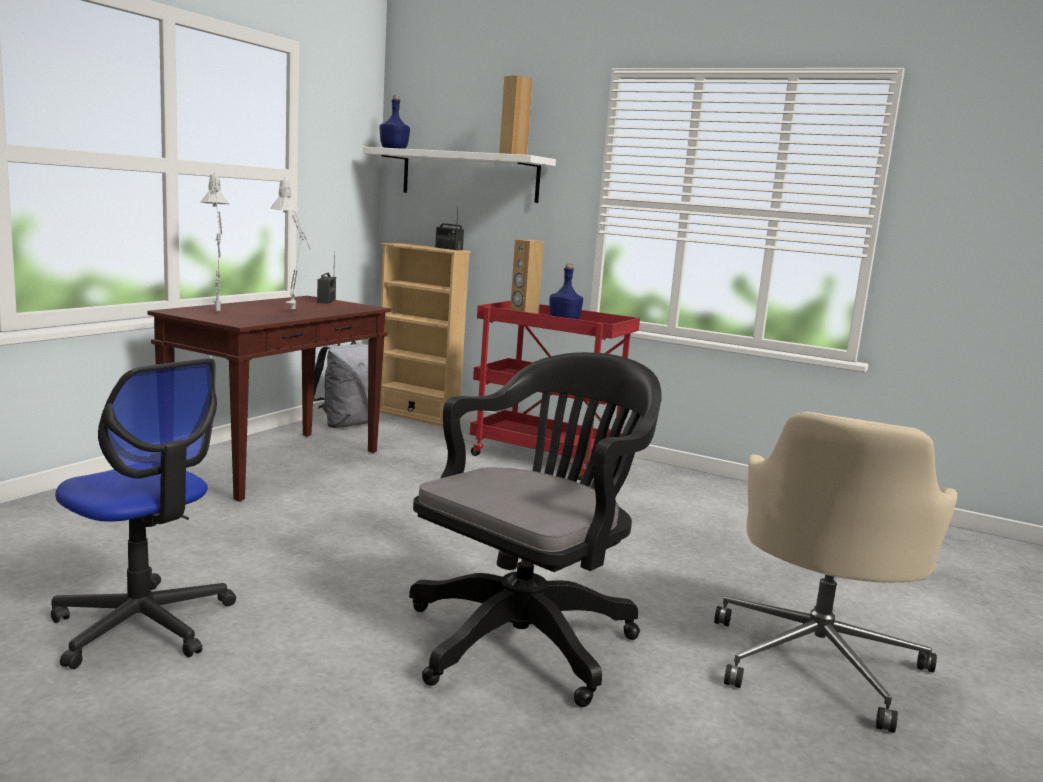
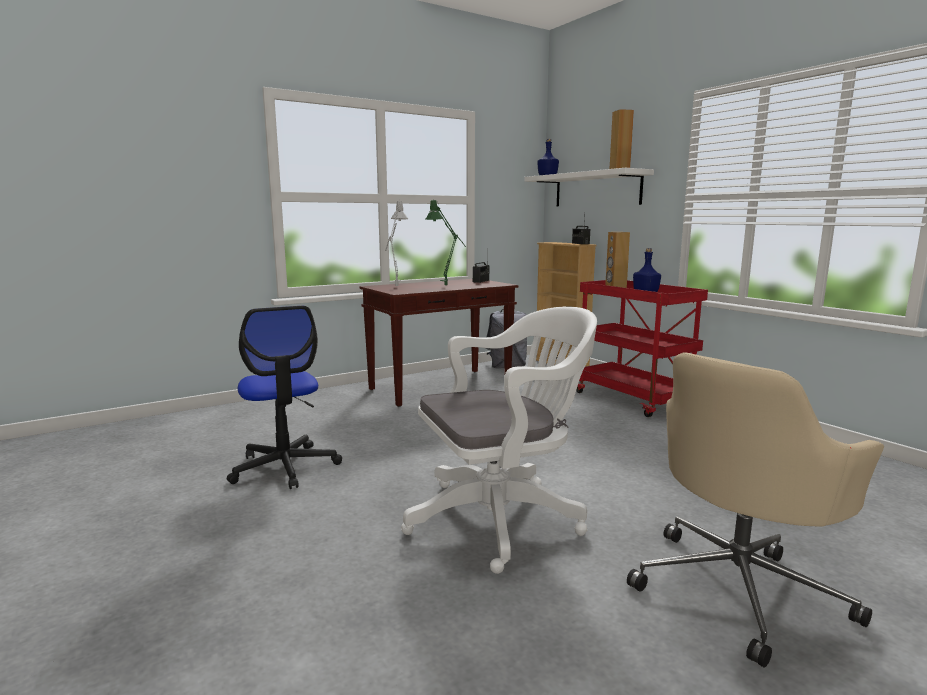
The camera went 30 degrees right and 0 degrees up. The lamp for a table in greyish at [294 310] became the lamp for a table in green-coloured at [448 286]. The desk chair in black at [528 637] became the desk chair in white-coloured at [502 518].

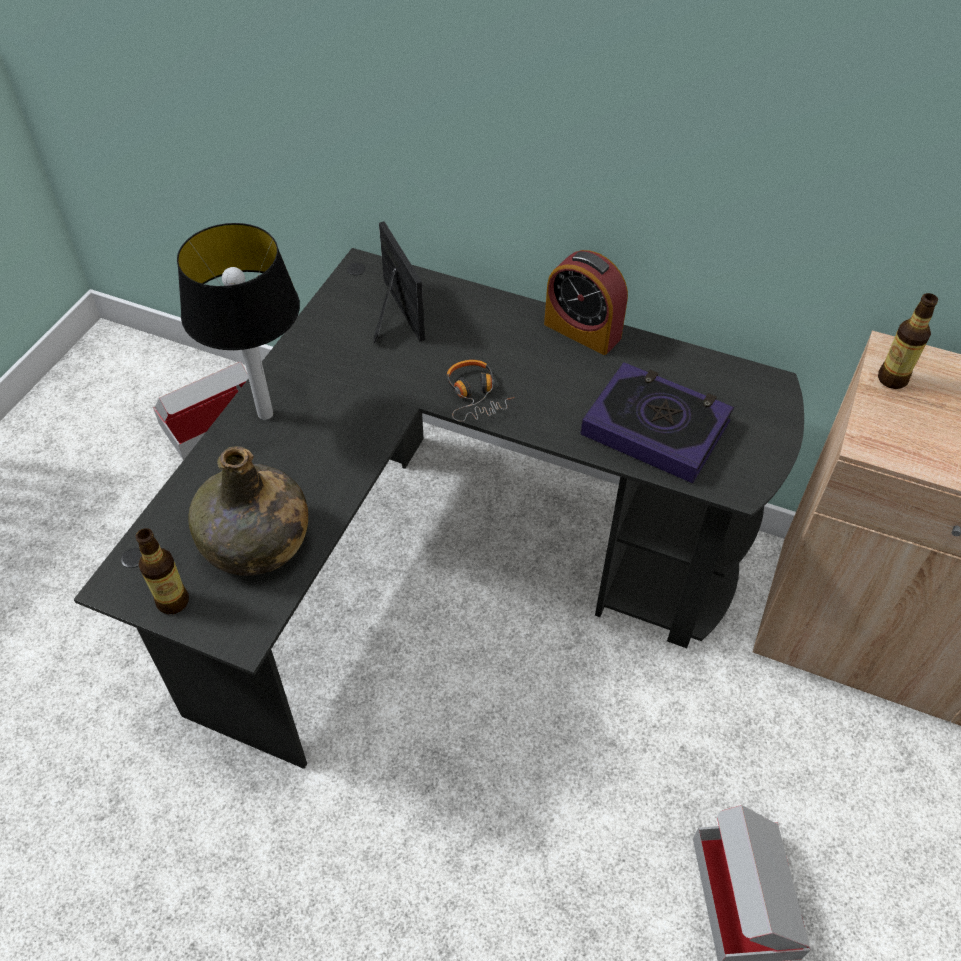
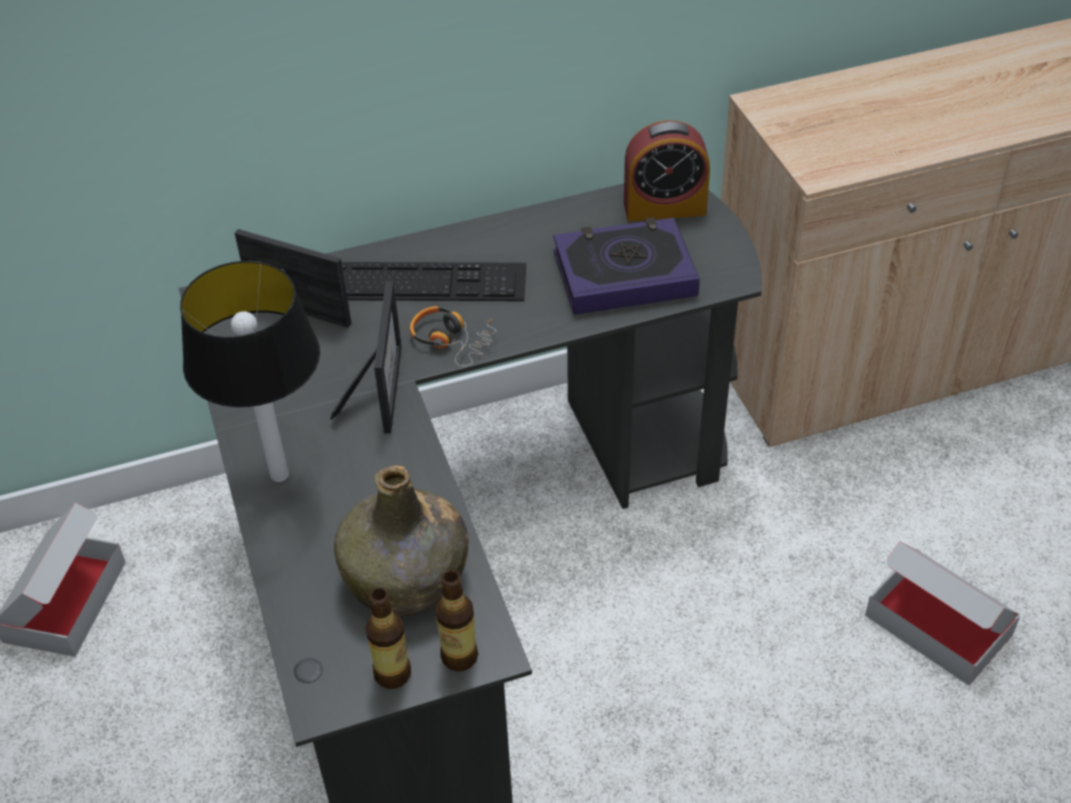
The camera went 40 degrees left and 5 degrees down. The table clock moved from [582 331] to [664 207]. The bottle moved from [892 379] to [459 656]. The standing frame at [380 387] appeared. The PC keyboard at [427 283] appeared.

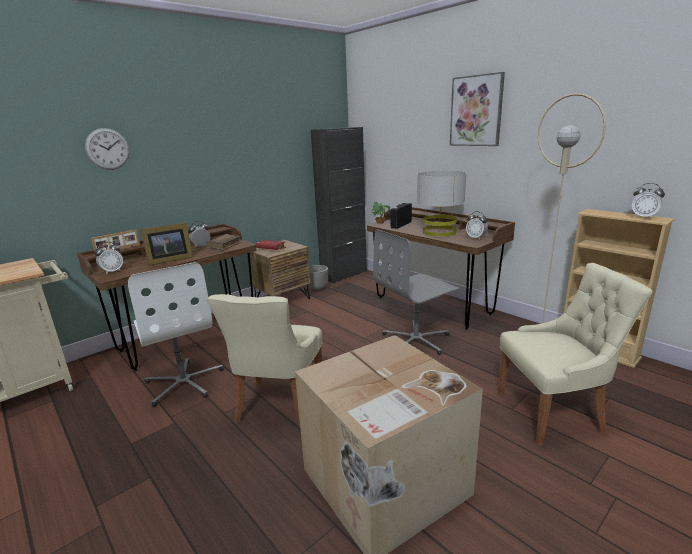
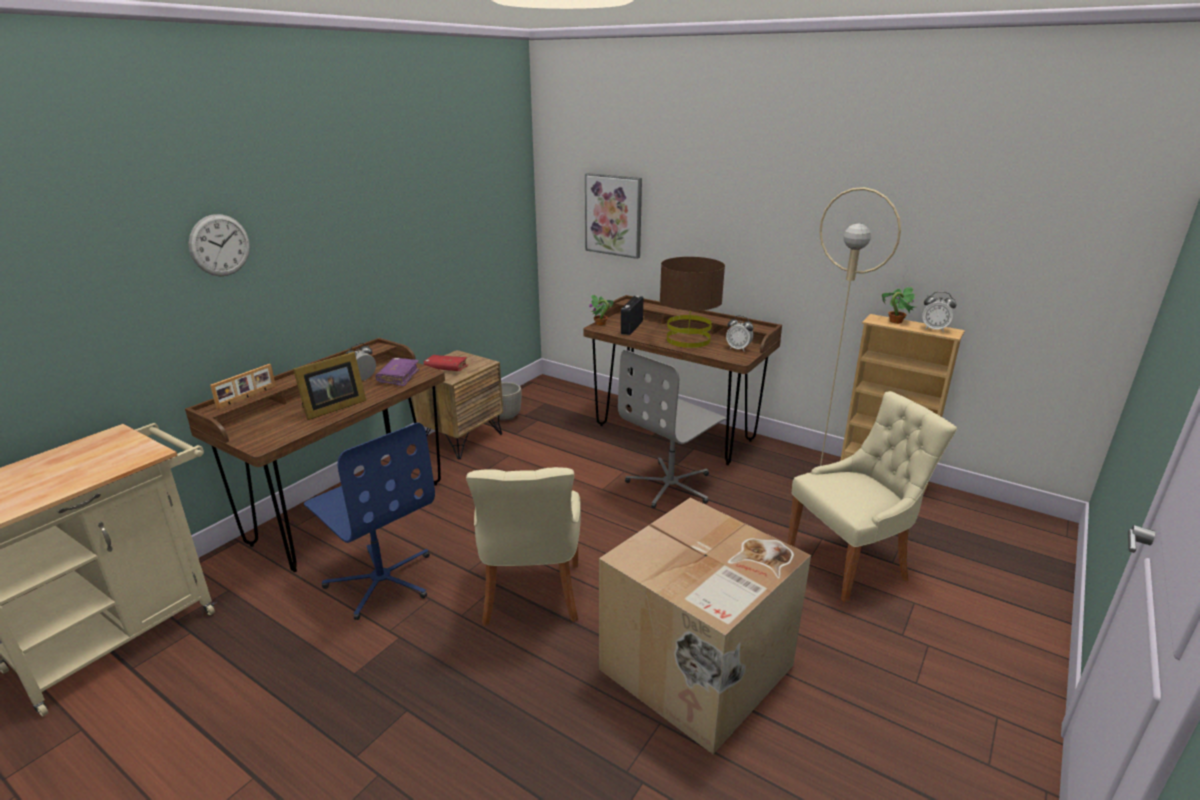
The camera went 15 degrees left and 5 degrees up. The table clock at [112 271] disappeared. The desk chair in white-coloured at [184 382] became the desk chair in bluish at [382 580]. The bound book in brownish at [224 246] became the bound book in purple-coloured at [399 377]. The cabinet in black at [344 275] disappeared. The lamp for a table in greyish at [439 232] became the lamp for a table in brownish at [688 339]. The picture moved from [476 111] to [613 215]. The houseplant at [895 321] appeared.

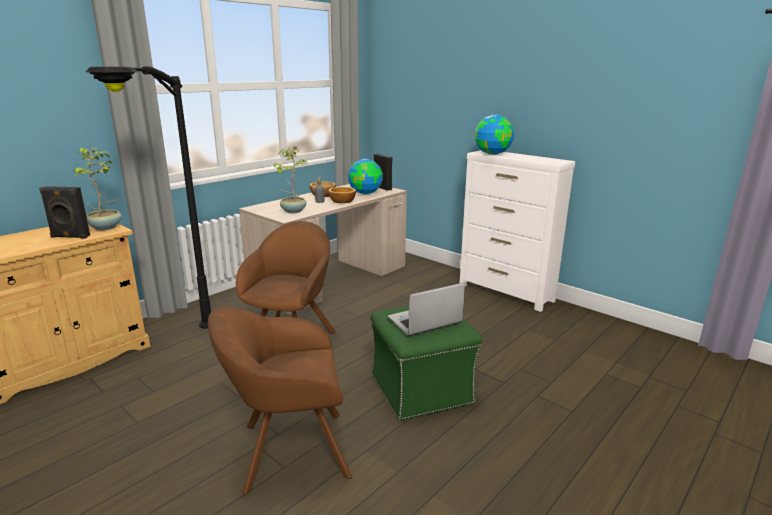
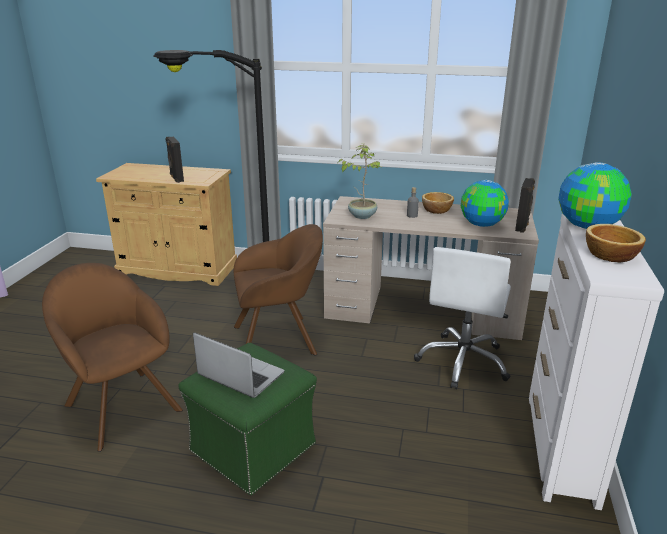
The camera went 60 degrees right and 5 degrees up. The houseplant at [106 227] disappeared. The serving bowl moved from [342 201] to [609 255]. The desk chair in white-coloured at [463 362] appeared.

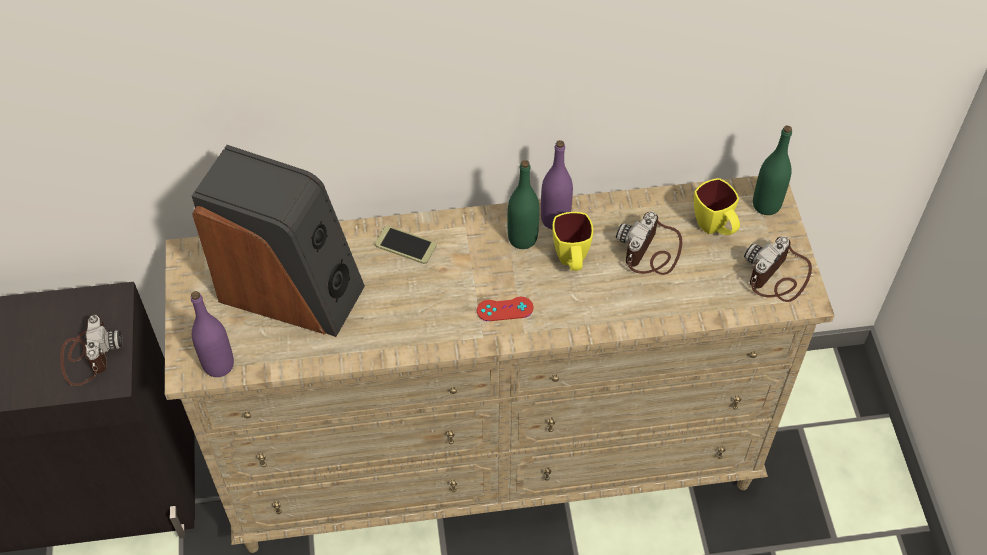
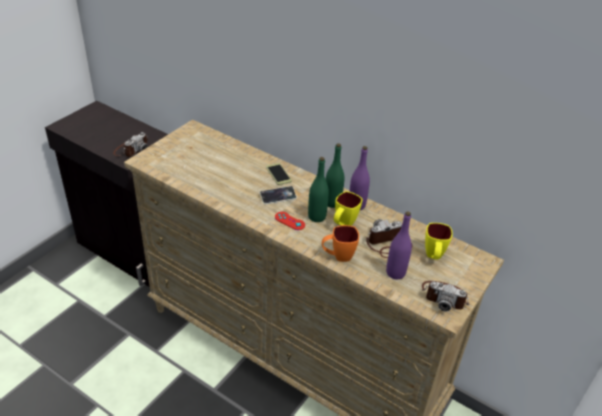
The camera went 40 degrees right and 15 degrees down. The bottle in purple-coloured moved from [218 365] to [395 273]. The audio speaker at [292 290] disappeared. The photo camera at [778 276] turned 150 degrees counterclockwise. The bottle in green-coloured moved from [766 205] to [317 217]. The phone at [278 197] appeared. The tea mug in orangey at [338 256] appeared.

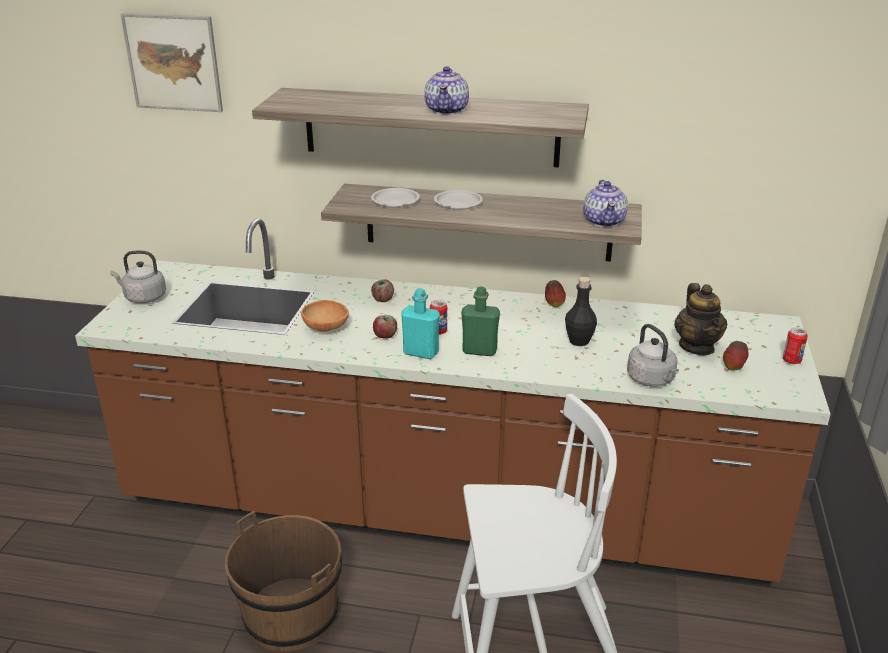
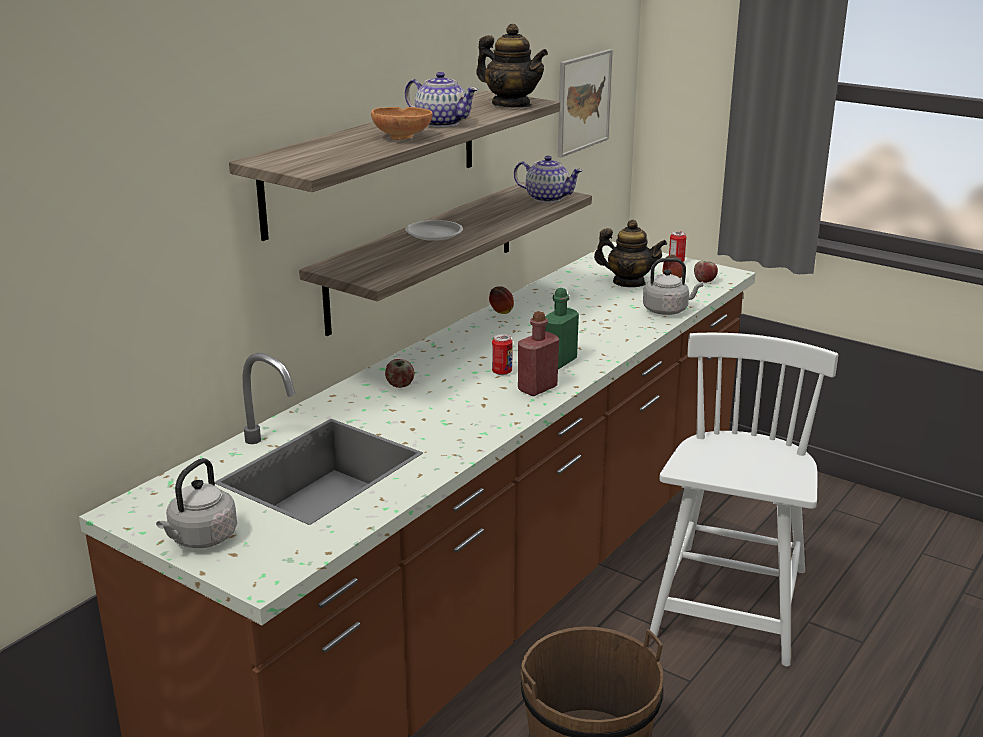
The camera went 65 degrees left and 5 degrees down. The picture moved from [173 62] to [583 102]. The serving bowl in brownish moved from [327 329] to [403 137]. The flat dish in white-coloured at [395 201] disappeared. The whole apple moved from [385 336] to [704 281]. The bottle in blue-green at [421 352] became the bottle in reddish at [537 388]. The bottle in black at [579 341] disappeared. The teapot at [511 105] appeared.

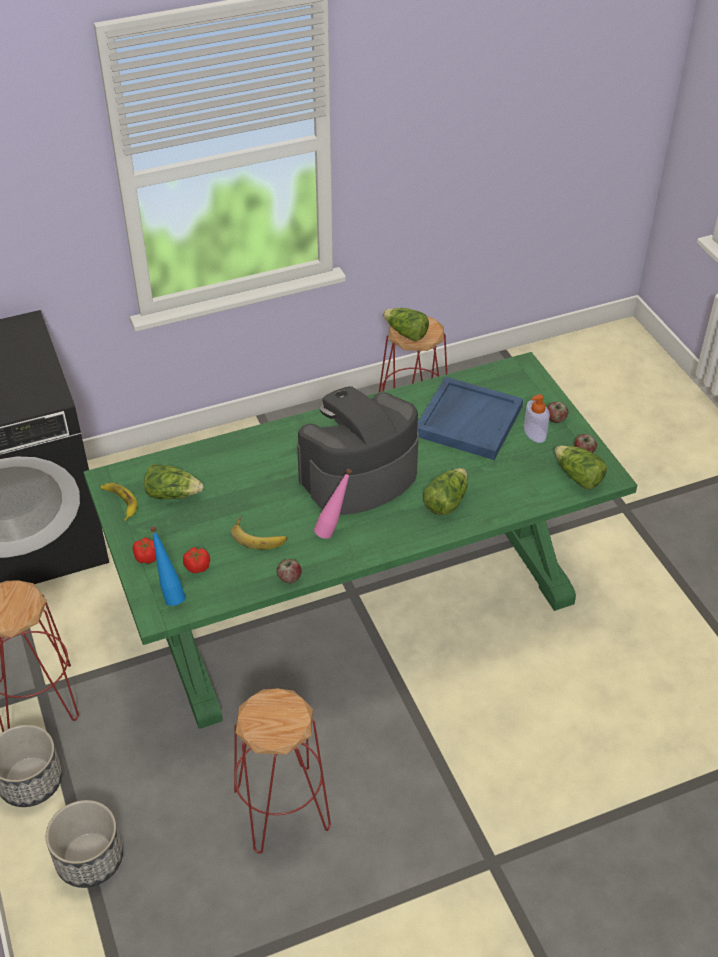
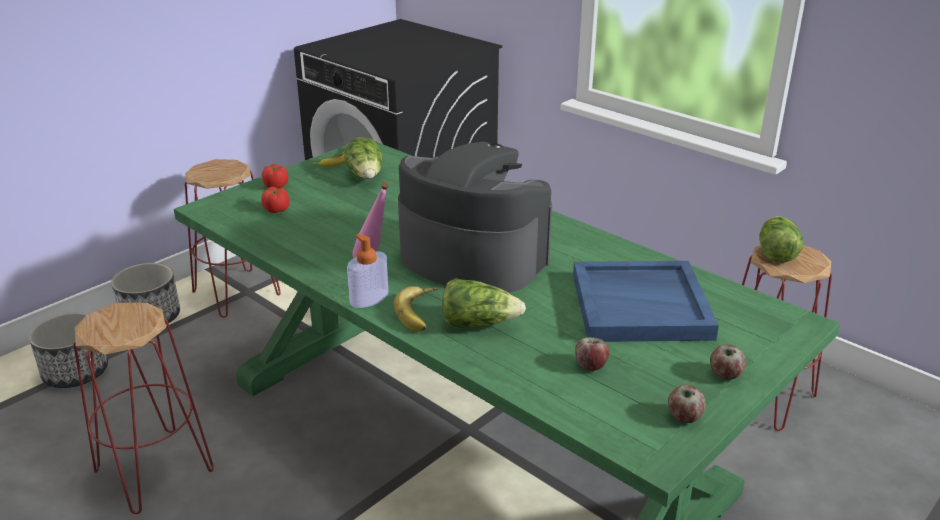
The camera went 65 degrees right and 15 degrees down. The bottle in bluish at [170 594] disappeared. The whole banana moved from [259 535] to [422 313]. The whole apple moved from [289 578] to [591 365]. The soap bottle moved from [534 433] to [369 298]. The head of lettuce at [578 477] disappeared.

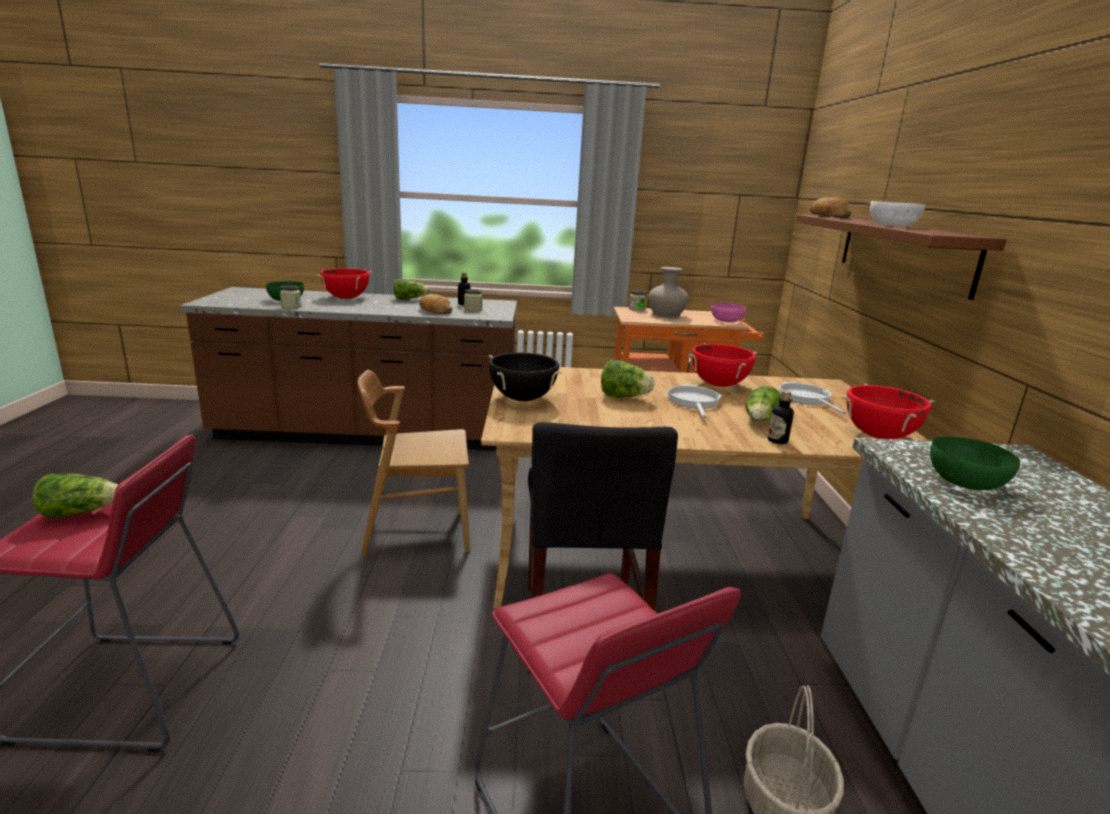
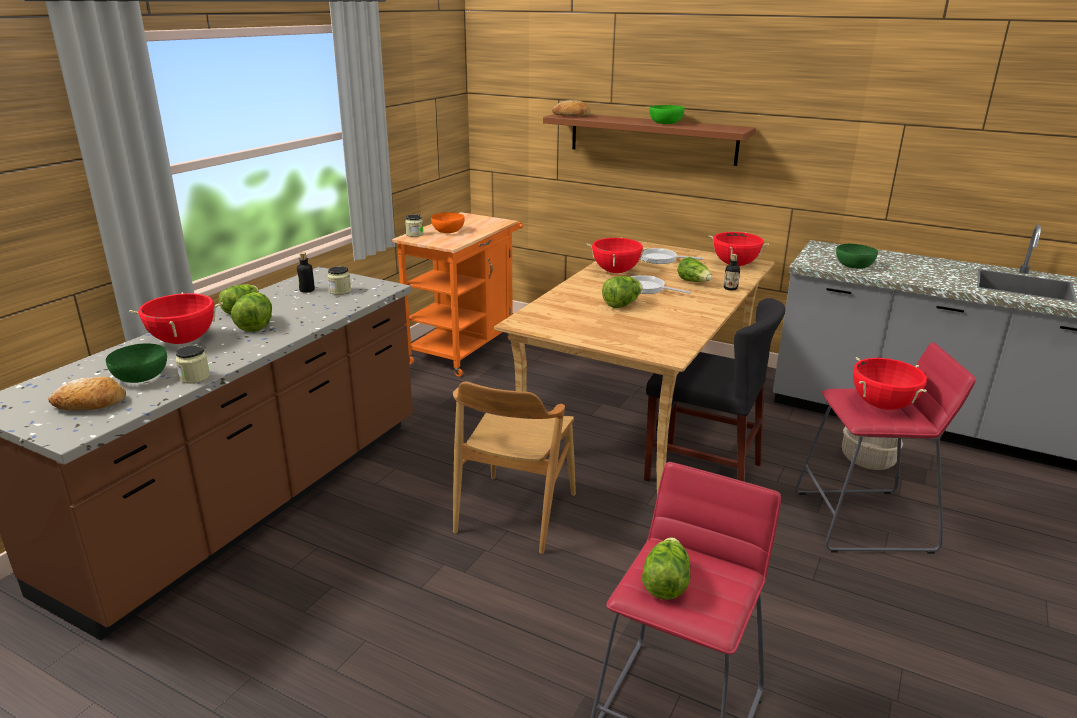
The camera went 60 degrees left and 5 degrees up. The bakery bread moved from [434 311] to [90 404]. The stockpot in black at [523 399] disappeared. The decorative vase in beige-coloured at [666 315] was replaced by the serving bowl in orangey at [448 231]. The serving bowl in pink-coloured at [726 321] disappeared. The serving bowl in white-coloured at [892 225] became the serving bowl in green-coloured at [665 123]. The head of lettuce at [256 326] appeared. The stockpot in reddish at [882 405] appeared.

